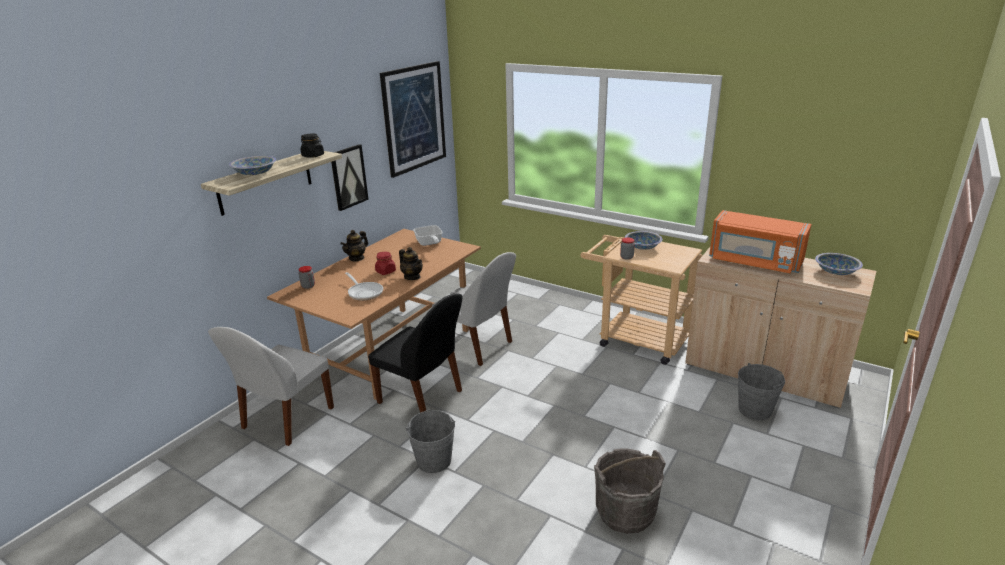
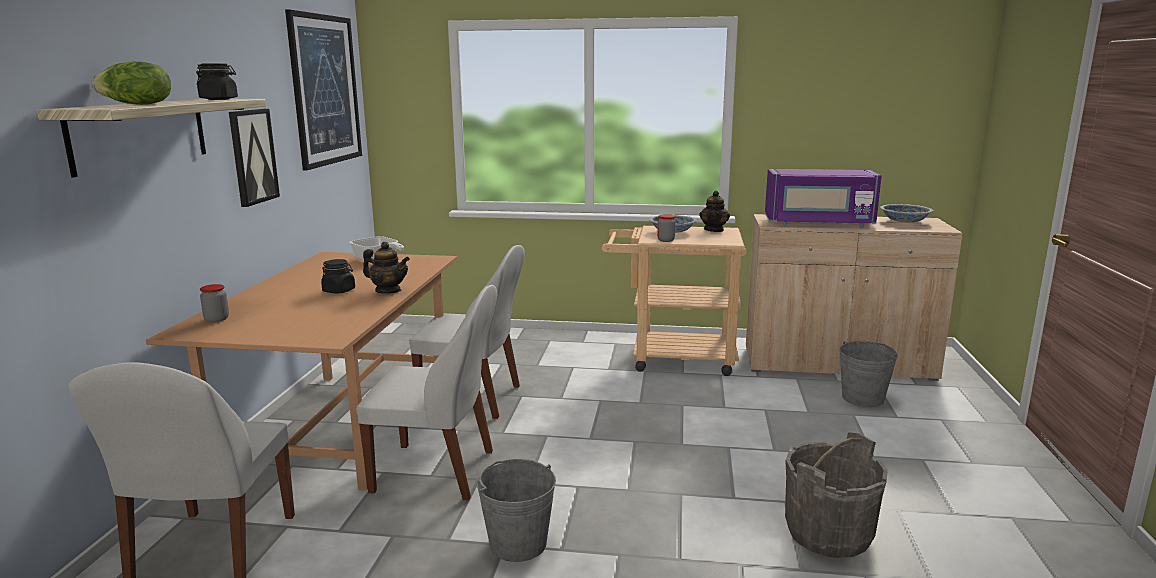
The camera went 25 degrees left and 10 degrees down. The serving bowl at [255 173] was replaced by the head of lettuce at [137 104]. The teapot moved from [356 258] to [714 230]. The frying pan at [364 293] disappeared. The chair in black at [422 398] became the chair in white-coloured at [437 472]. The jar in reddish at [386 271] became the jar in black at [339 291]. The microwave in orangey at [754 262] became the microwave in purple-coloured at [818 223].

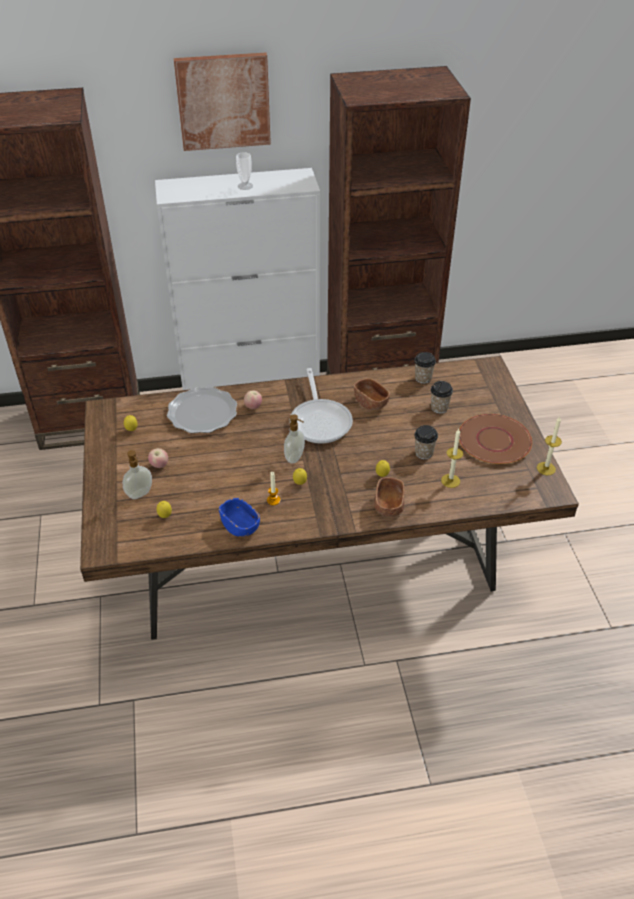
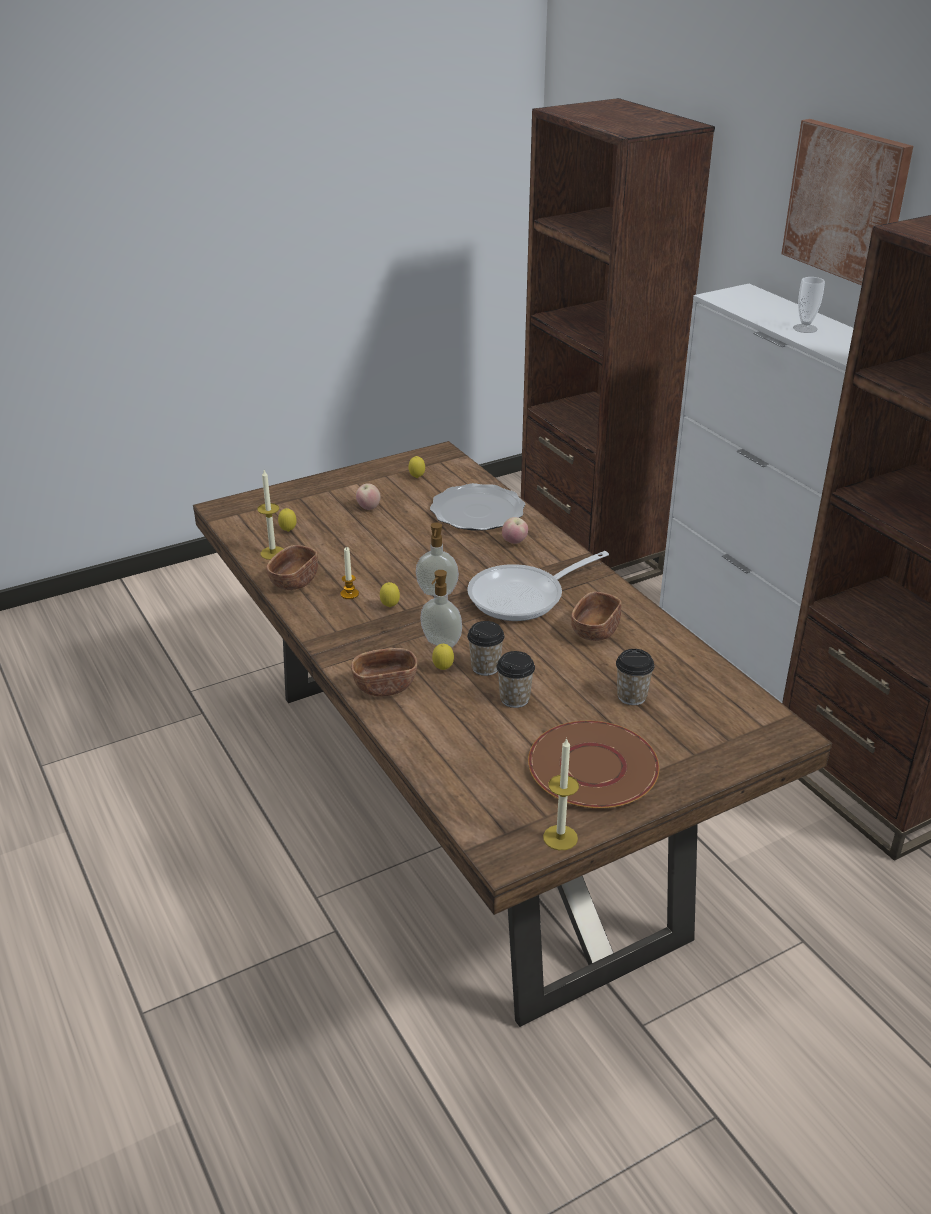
The camera went 70 degrees right and 10 degrees down. The soap bottle moved from [140 494] to [440 643]. The serving bowl in bluish at [240 526] became the serving bowl in brownish at [294 581]. The cup moved from [423 378] to [485 667]. The wax light moved from [450 481] to [273 553].

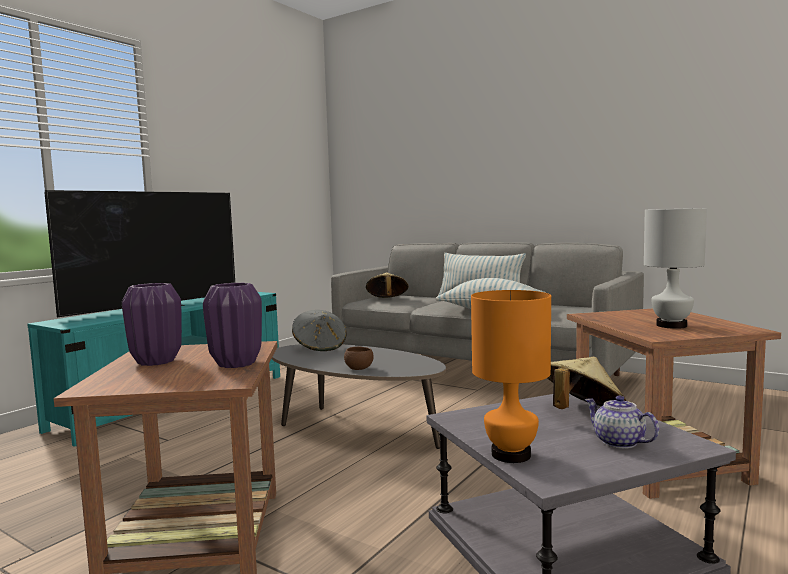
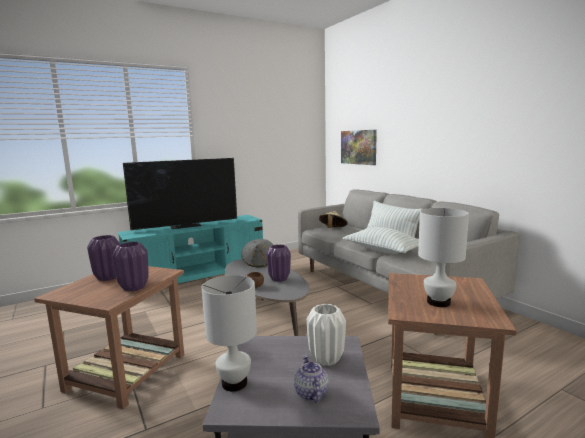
The camera went 25 degrees right and 5 degrees up. The lamp for a table in orangey at [511 454] became the lamp for a table in white-coloured at [235 383]. The clothing hat in beige-coloured at [581 413] was replaced by the decorative vase in white-coloured at [326 359]. The decorative vase in purple-coloured at [279 279] appeared. The picture at [358 147] appeared.

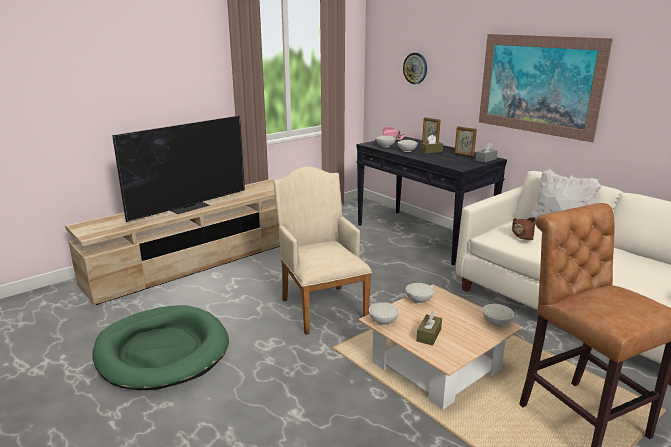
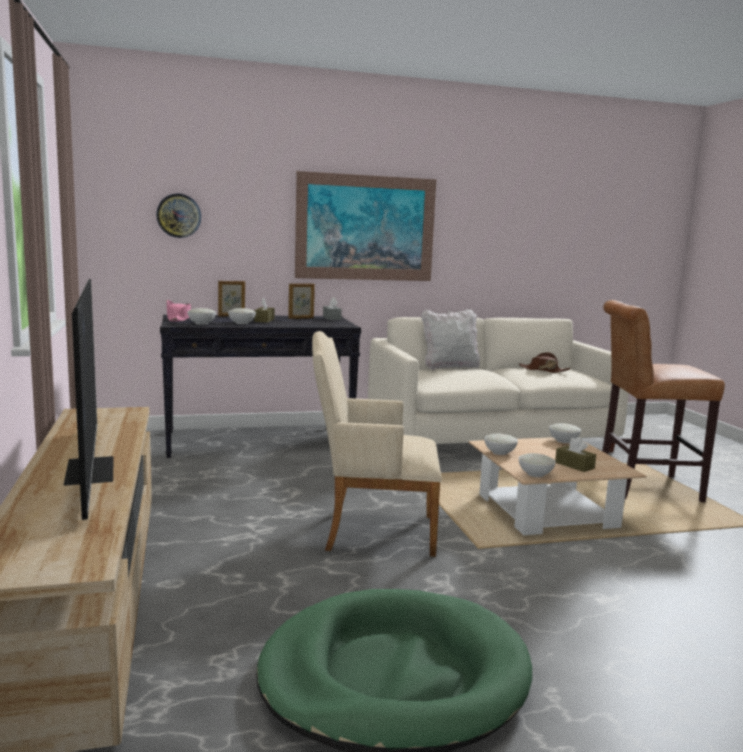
The camera went 65 degrees left and 10 degrees down. The clothing hat in brownish moved from [522 233] to [543 370].

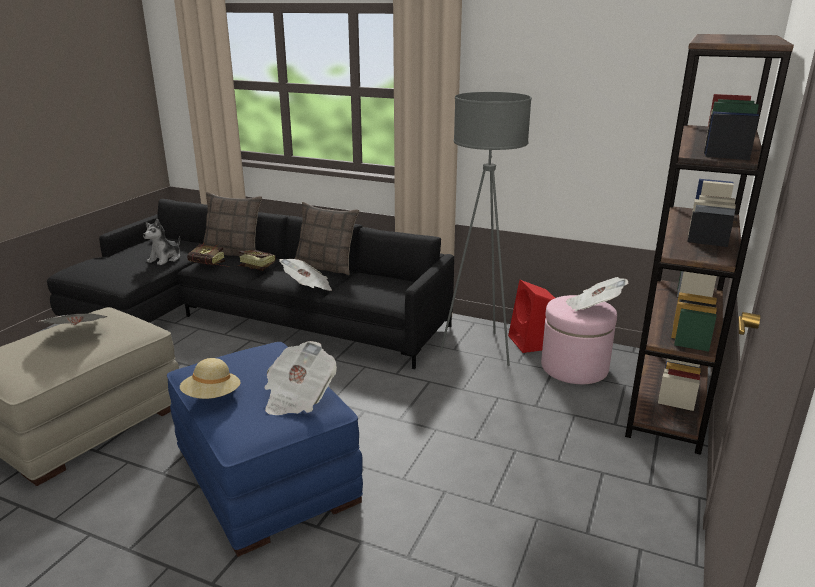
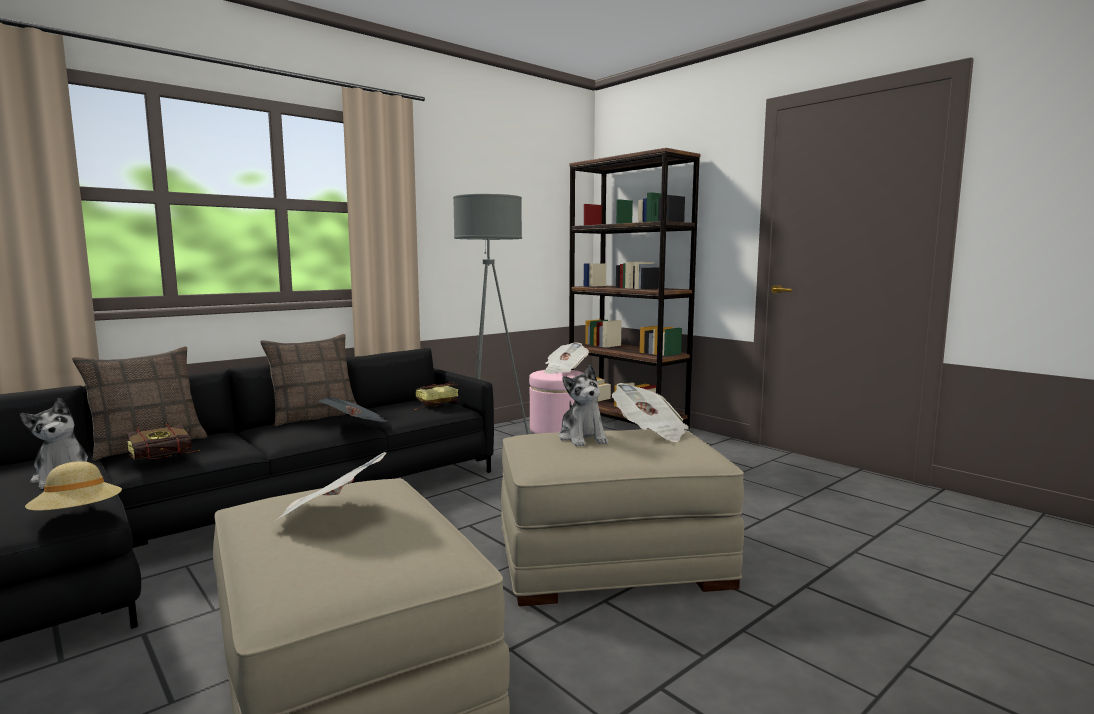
The camera went 65 degrees left and 15 degrees down. The pouffe in bluish at [266 475] became the pouffe in beige-coloured at [612 559]. The clothing hat in beige-coloured moved from [212 396] to [78 516]. The bound book moved from [255 267] to [433 405]. The audio speaker in reddish at [533 342] disappeared. The plush toy at [583 438] appeared.

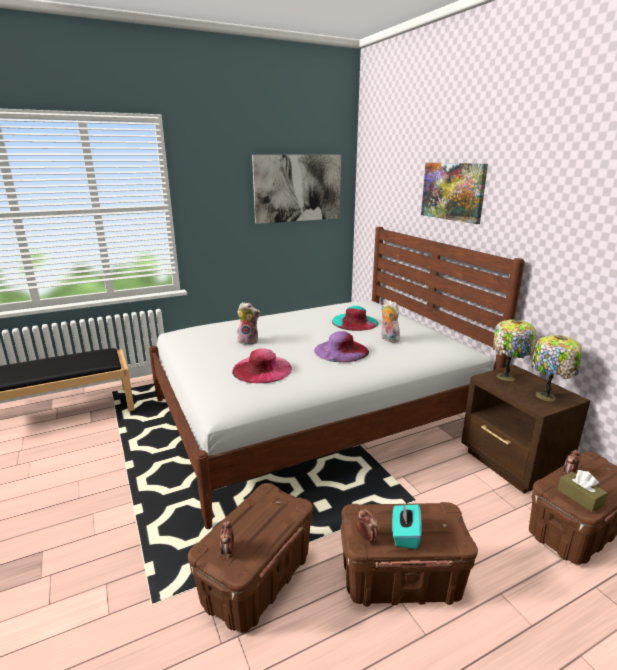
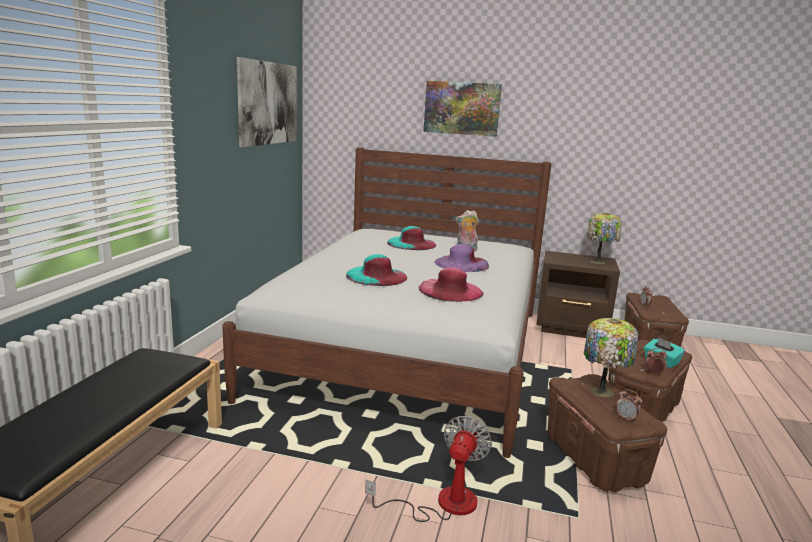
The camera went 50 degrees left and 5 degrees down. The plush toy at [249 341] was replaced by the clothing hat in blue-green at [376 276]. The lamp for a table moved from [507 377] to [603 391]. The box of tissues in brownish at [580 497] disappeared. The electric fan at [442 503] appeared.

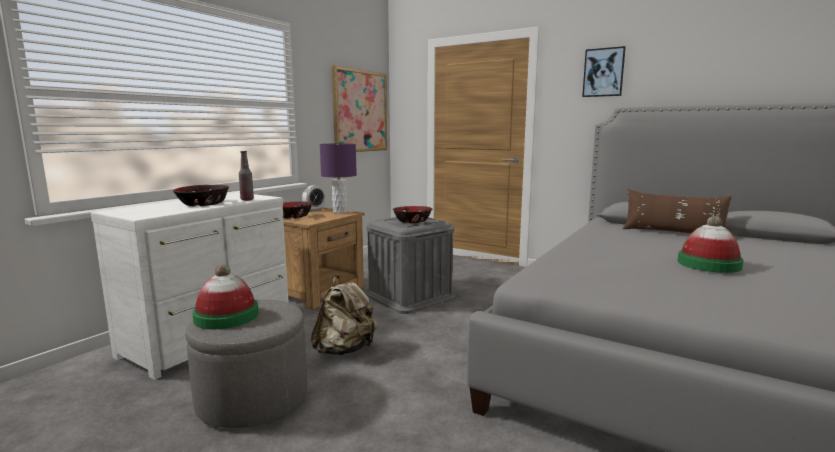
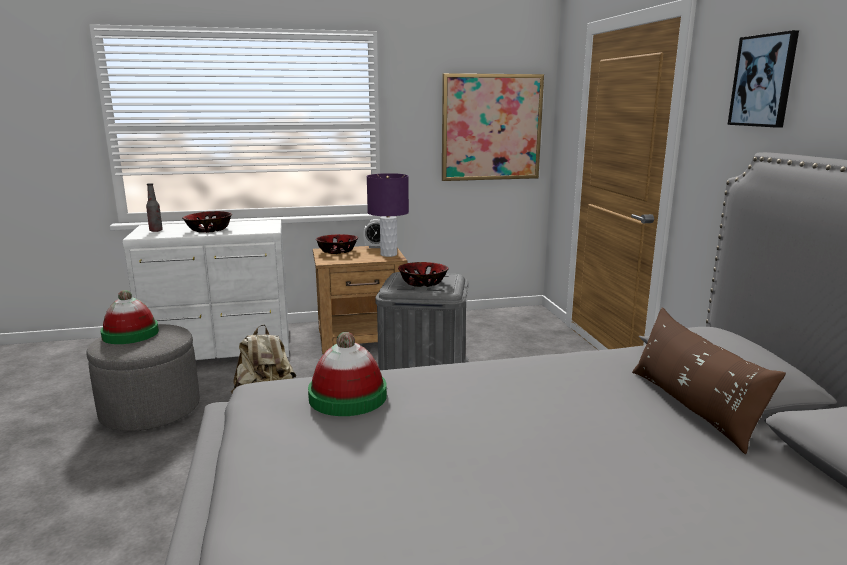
The camera went 45 degrees right and 5 degrees up. The bottle moved from [247 200] to [156 230]. The clothing hat moved from [708 264] to [348 396].

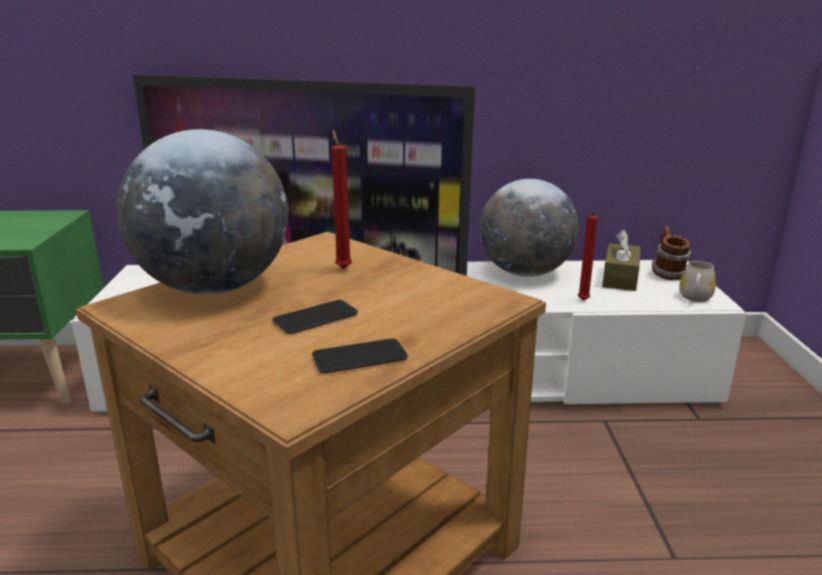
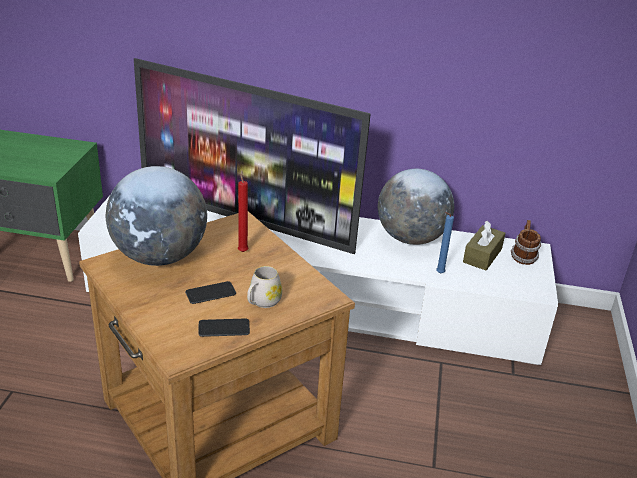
The camera went 10 degrees right and 10 degrees up. The wax light in reddish at [582 301] became the wax light in bluish at [438 273]. The tea mug in white-coloured moved from [695 298] to [262 302].

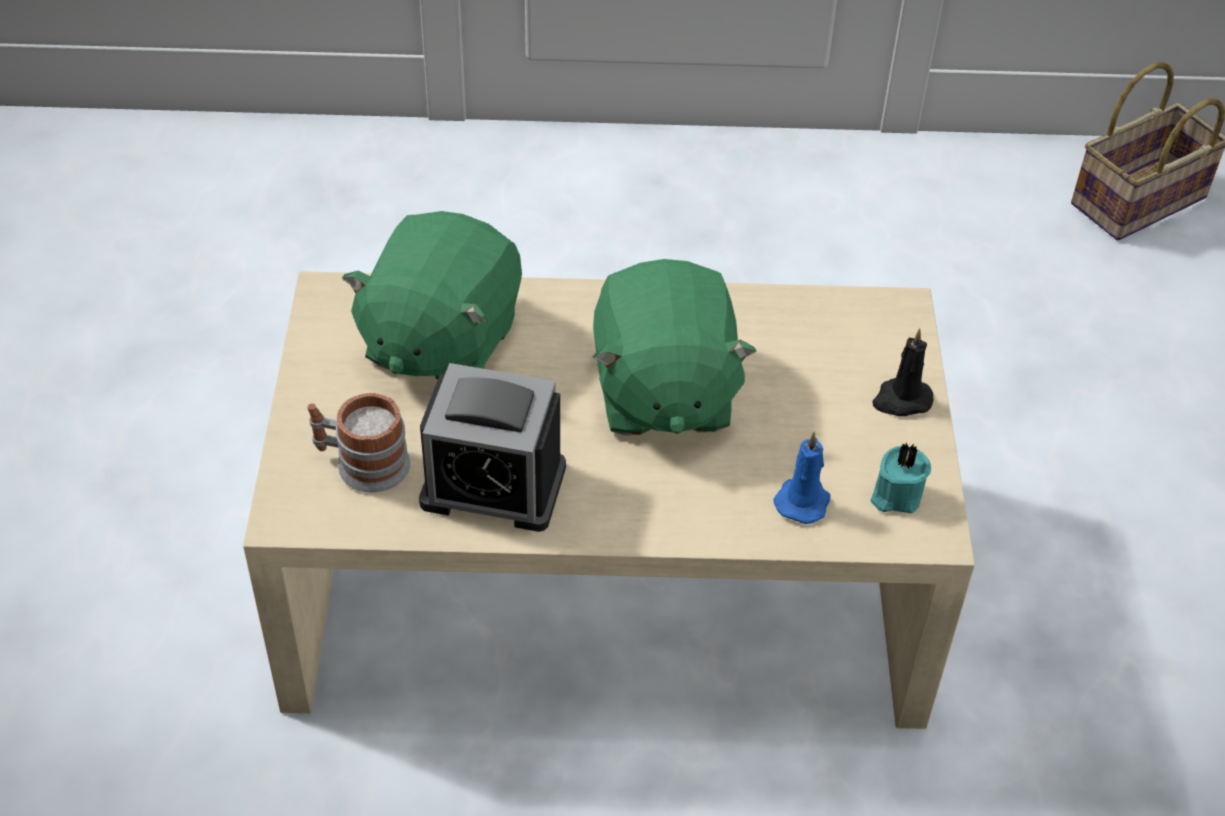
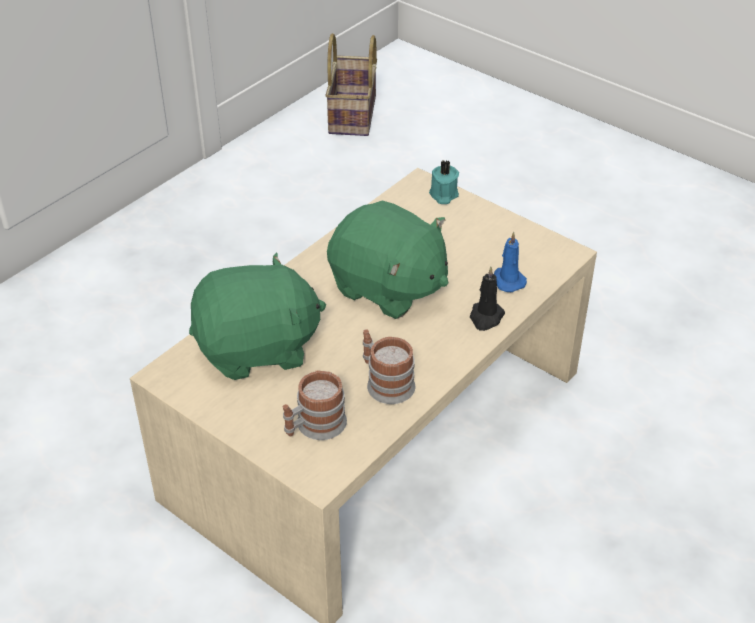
The camera went 50 degrees left and 5 degrees down. The plush toy in green-coloured at [440 342] turned 75 degrees counterclockwise. The table clock at [493 485] was replaced by the tea mug at [385 382]. The wax light in blue-green moved from [895 495] to [443 195]. The wax light in black moved from [901 400] to [486 317].

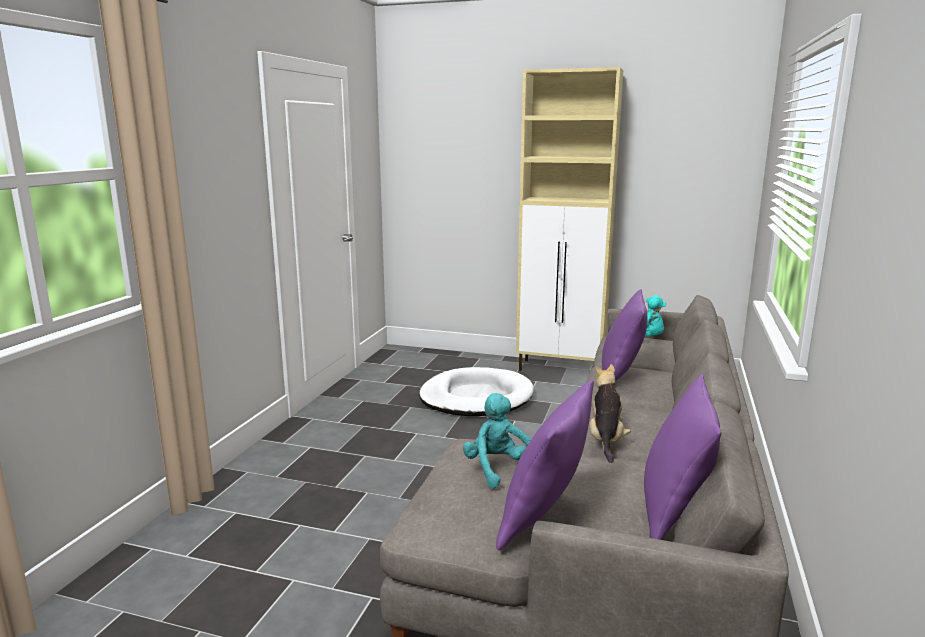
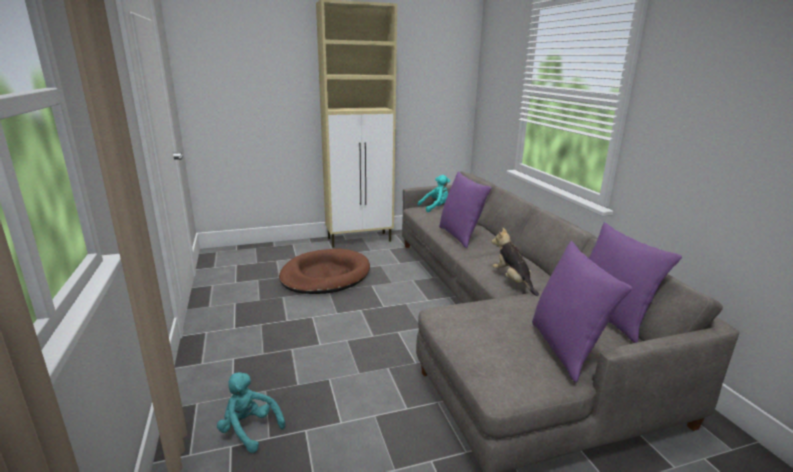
The camera went 35 degrees left and 5 degrees up. The dog cushion in white-coloured at [476 397] became the dog cushion in brownish at [325 275]. The plush toy in blue-green moved from [498 469] to [249 429].

